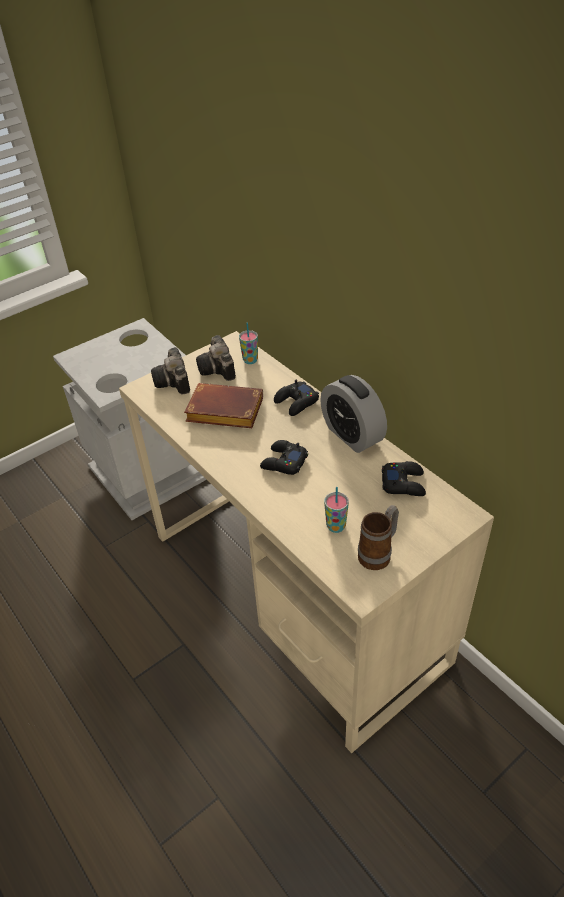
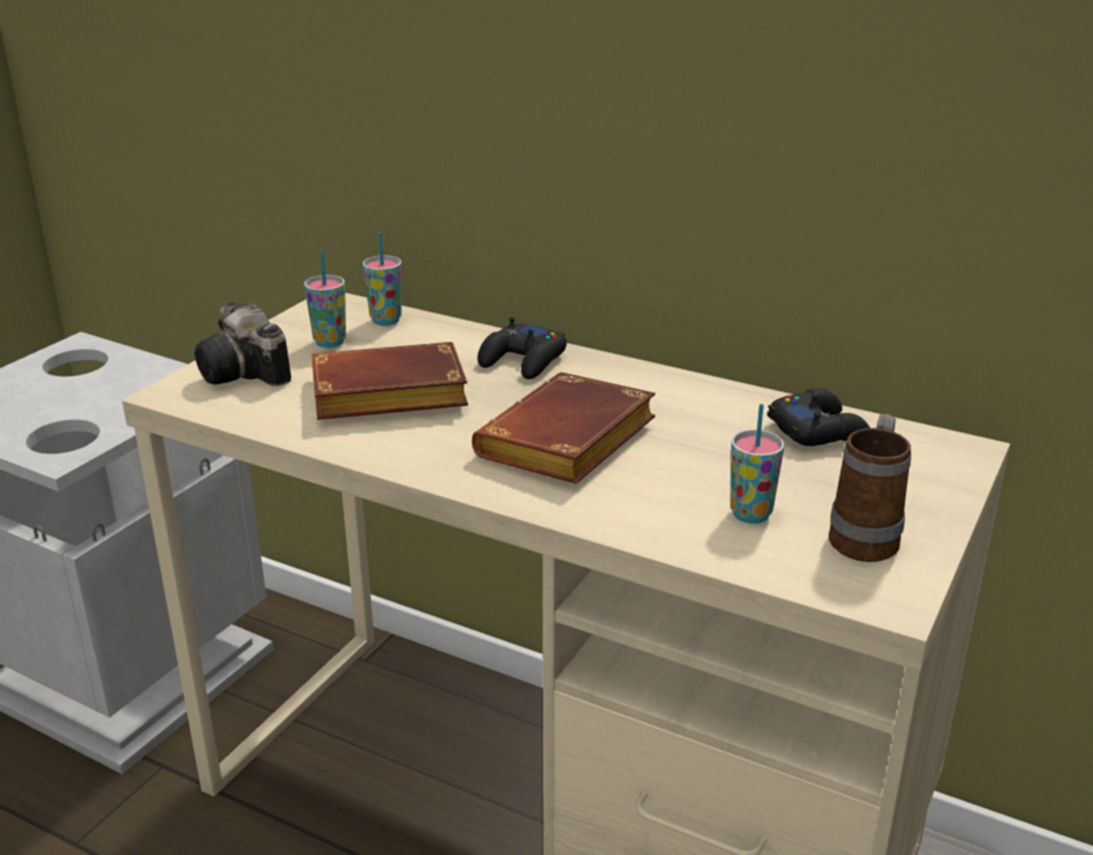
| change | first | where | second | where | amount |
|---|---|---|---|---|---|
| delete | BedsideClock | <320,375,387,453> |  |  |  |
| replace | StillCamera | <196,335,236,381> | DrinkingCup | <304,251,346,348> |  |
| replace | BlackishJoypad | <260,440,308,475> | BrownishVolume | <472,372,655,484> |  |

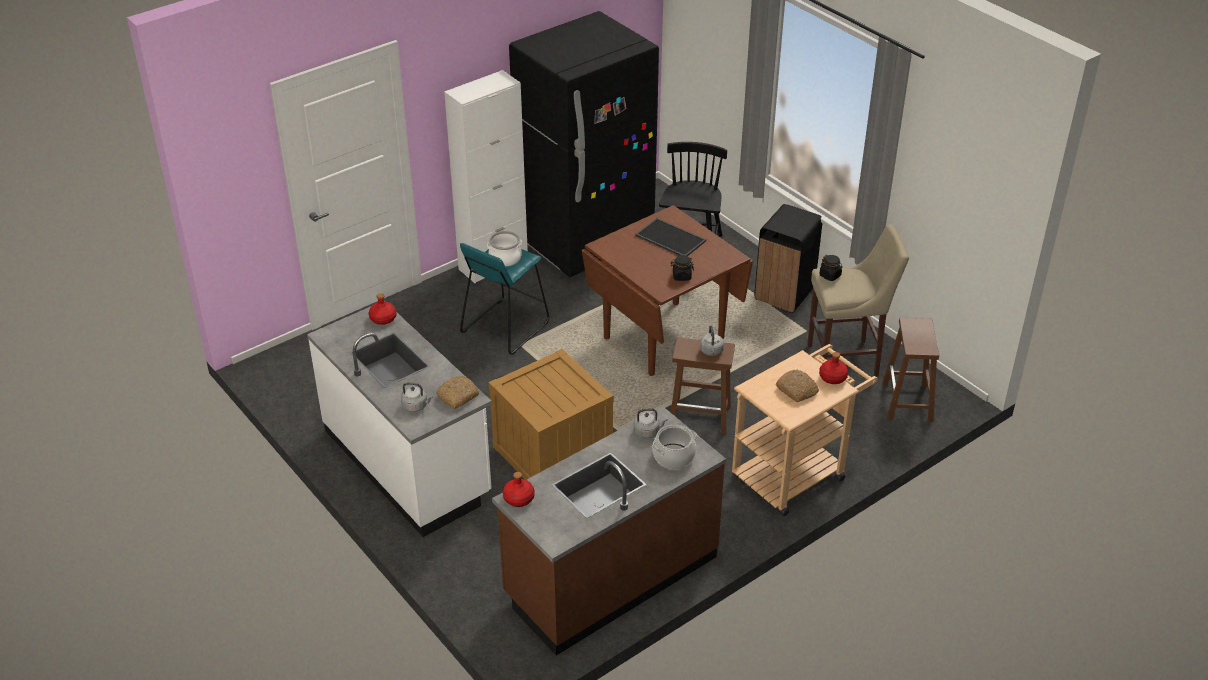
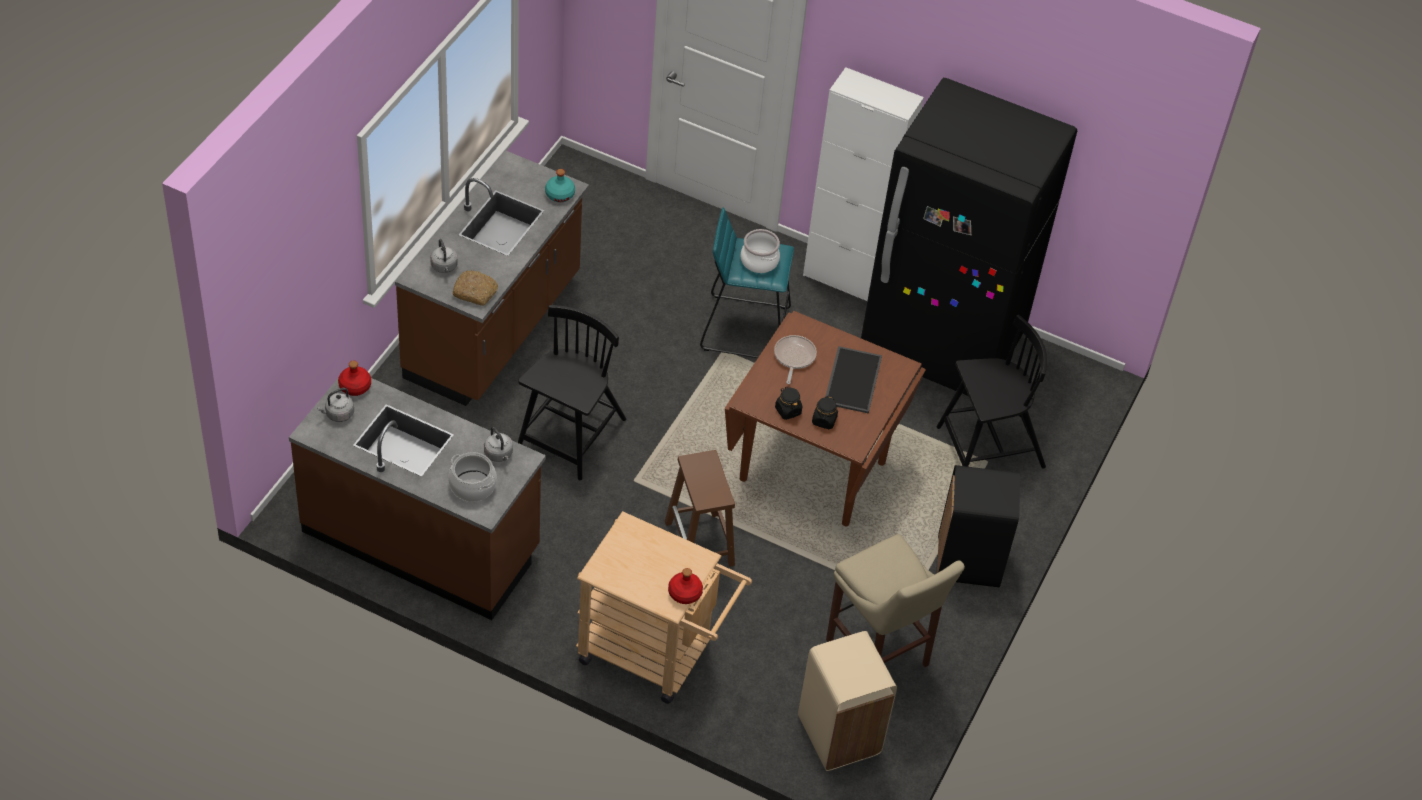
| change | first | where | second | where | amount |
|---|---|---|---|---|---|
| delete | BakeryBread | <776,370,819,402> |  |  |  |
| insert |  |  | FryingPan | <774,335,817,384> |  |
| move | GreyishKettle | <700,325,724,356> |  | <317,388,354,422> |  |
| move | BlackishPreserveJar | <819,255,842,281> |  | <812,396,838,429> |  |
| replace | ShippingCrate | <489,349,614,480> | BlackishChair | <518,305,626,480> |  |
| replace | BrownishStool | <882,318,939,421> | BeigeColouredTrashCan | <798,631,897,771> |  |
| recolor | WhitishKitchenCounter | <307,306,492,537> | BrownishKitchenCounter | <395,150,589,406> |  |
| recolor | ReddishDrinkBottle | <369,293,397,325> | TurquoiseColouredDrinkBottle | <545,169,575,202> |  |

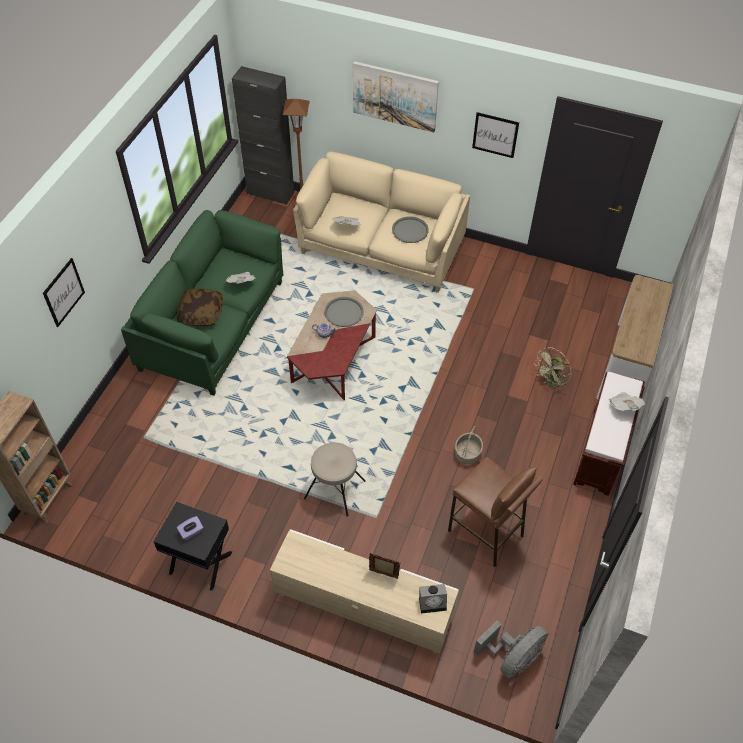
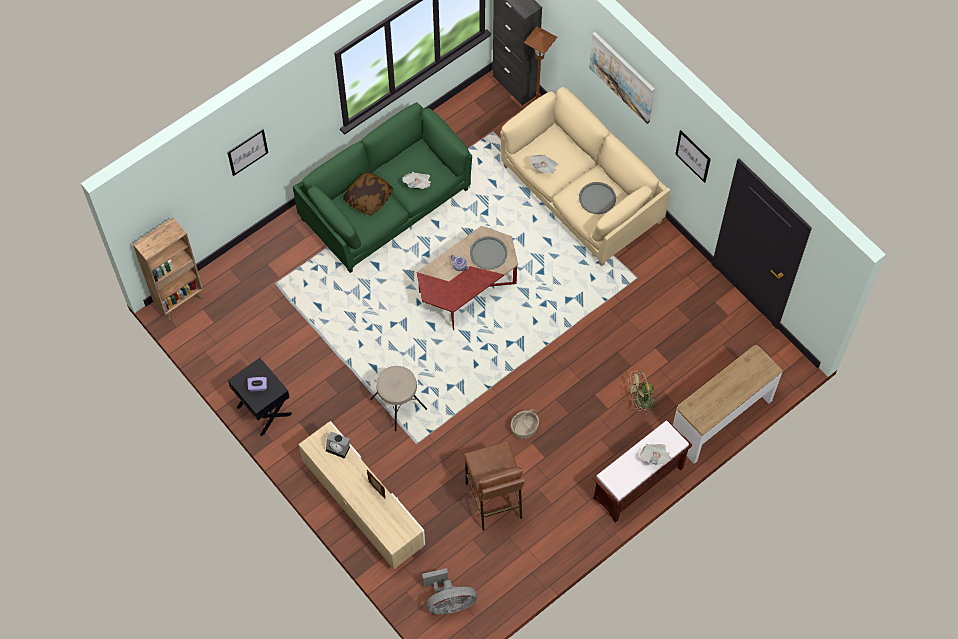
| change | first | where | second | where | amount |
|---|---|---|---|---|---|
| move | BedsideClock | <419,584,447,614> |  | <326,432,350,459> |  |

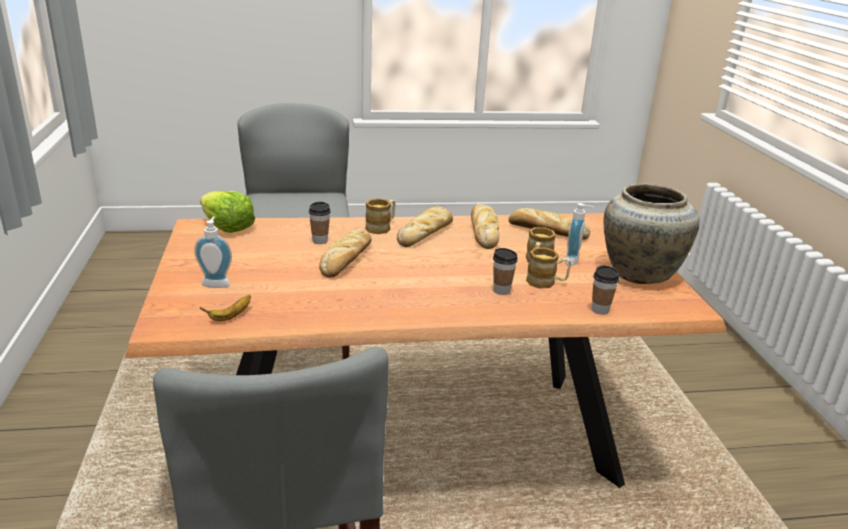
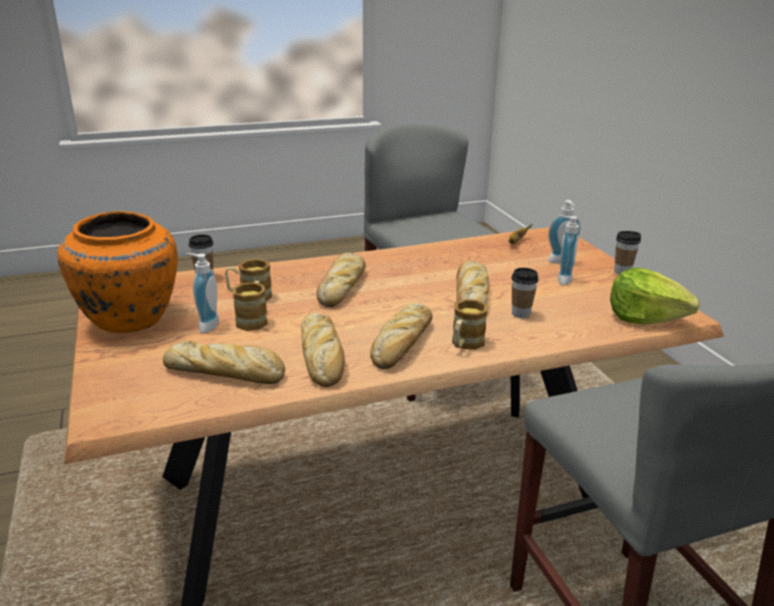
| change | first | where | second | where | amount |
|---|---|---|---|---|---|
| insert |  |  | BakeryBread | <316,253,366,307> |  |
| insert |  |  | LiquidSoapBottle | <558,216,579,285> |  |
| move | DrinkingCup | <493,248,518,295> |  | <614,231,641,274> |  |
| recolor | BeigeColouredFlowerVase | <603,184,700,284> | OrangeColouredFlowerVase | <57,211,178,333> |  |

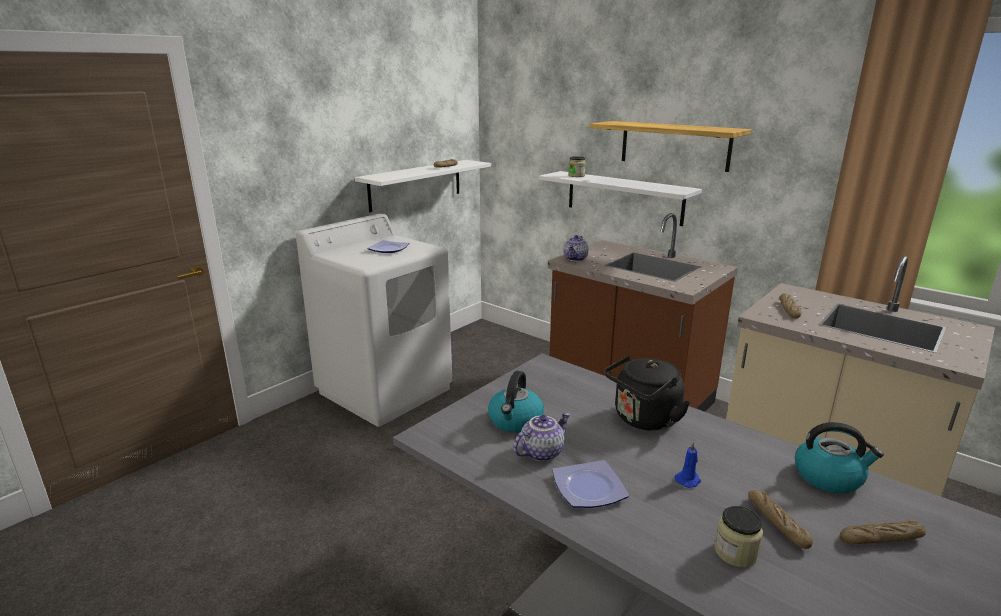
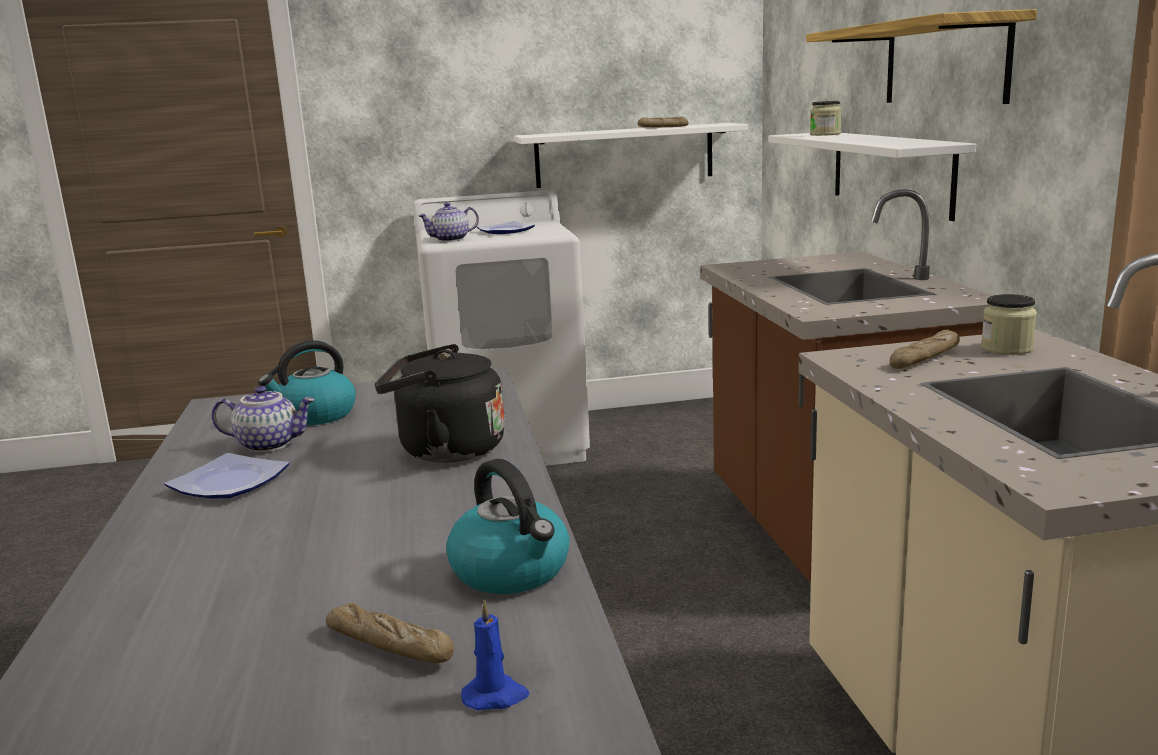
| change | first | where | second | where | amount |
|---|---|---|---|---|---|
| delete | BakeryBread | <748,490,813,549> |  |  |  |
| move | TeaPot | <564,235,589,262> |  | <418,202,479,242> |  |
| move | BlueColouredWaxLight | <675,442,701,488> |  | <461,599,529,711> |  |
| move | PreserveJar | <715,506,763,567> |  | <981,294,1037,355> |  |

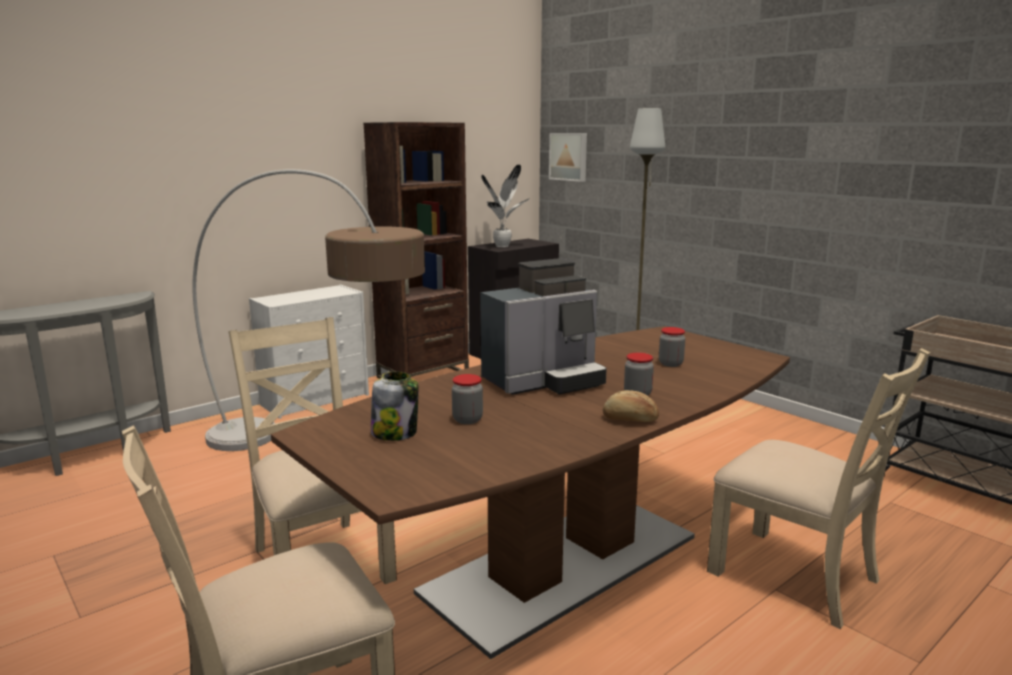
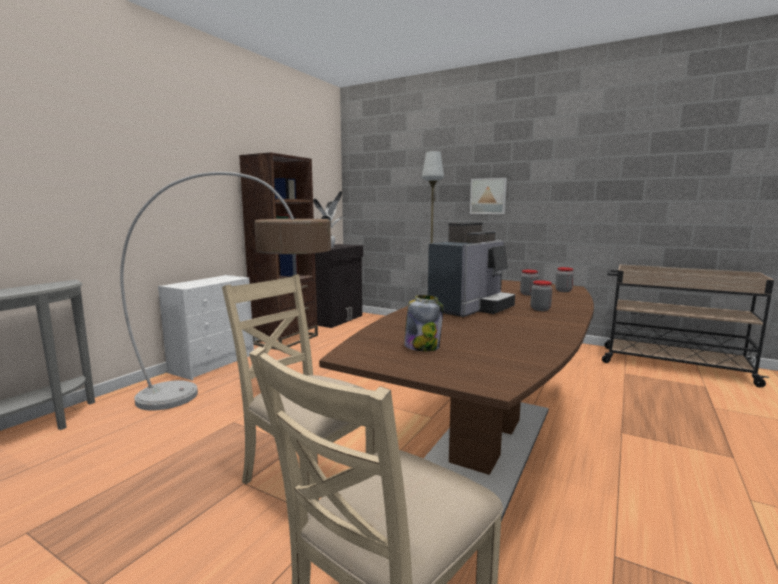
| change | first | where | second | where | amount |
|---|---|---|---|---|---|
| delete | BakeryBread | <603,390,659,422> |  |  |  |
| delete | BeigeColouredChair | <707,348,930,629> |  |  |  |
| move | PreserveJar | <452,374,483,424> |  | <555,267,574,292> |  |
| move | WallArt | <549,133,587,182> |  | <470,178,507,214> |  |

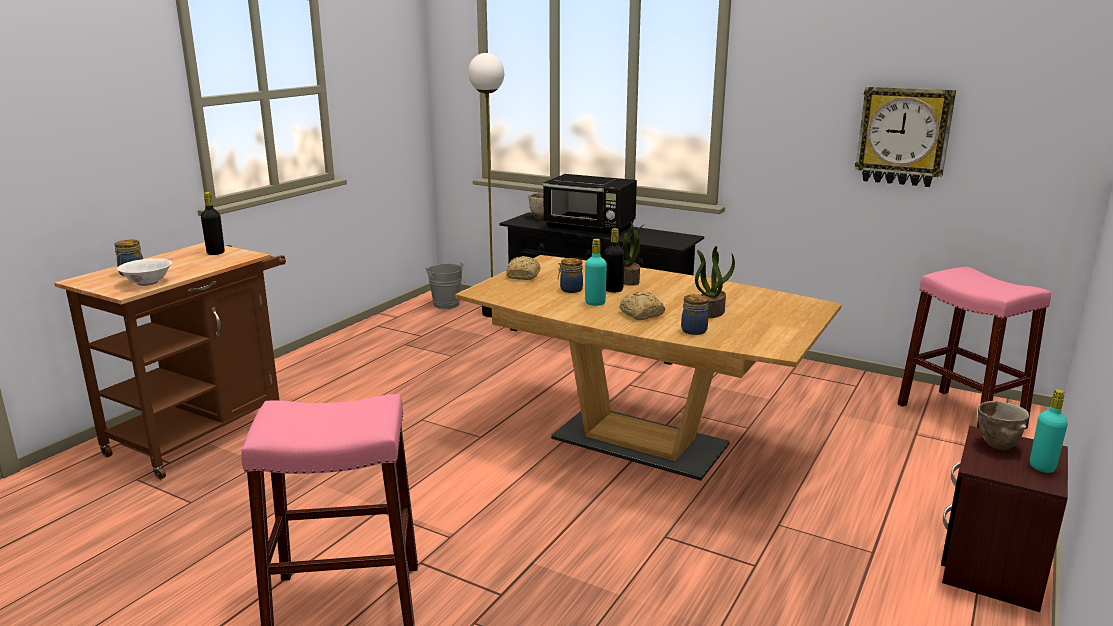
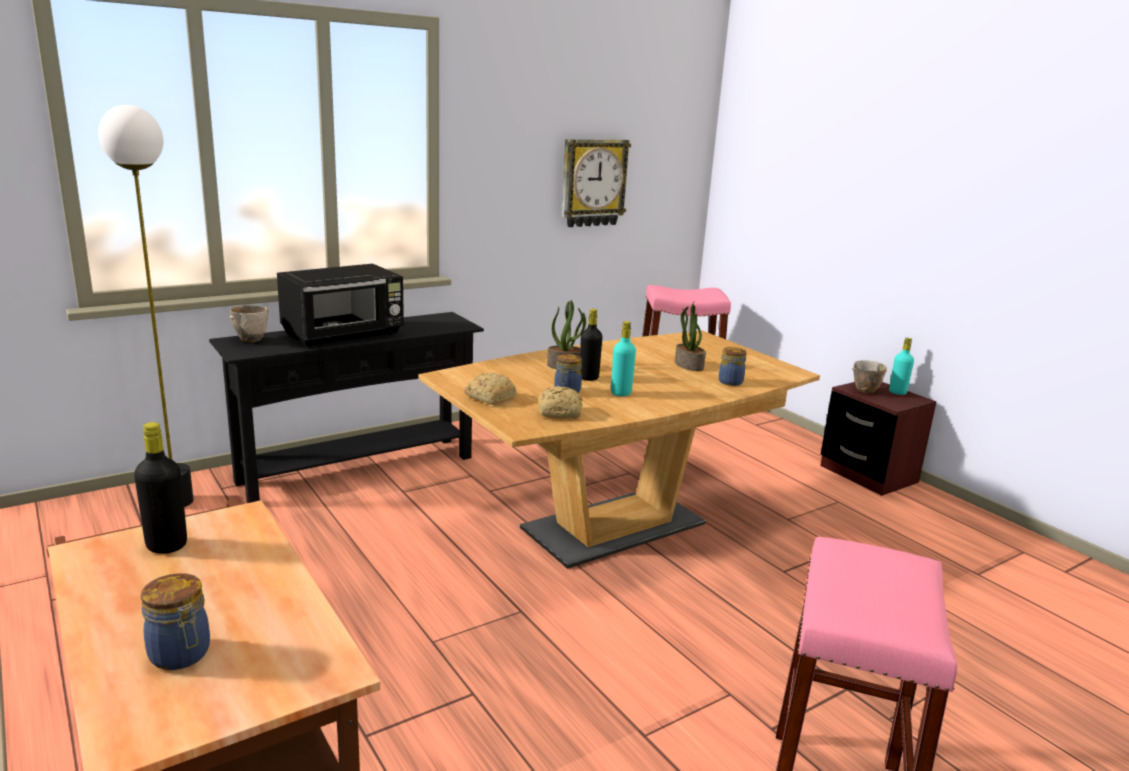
| change | first | where | second | where | amount |
|---|---|---|---|---|---|
| delete | WhitishDeepDish | <117,258,172,286> |  |  |  |
| delete | GreyishPail | <426,262,466,309> |  |  |  |
| move | BakeryBread | <620,292,665,320> |  | <538,386,583,419> |  |

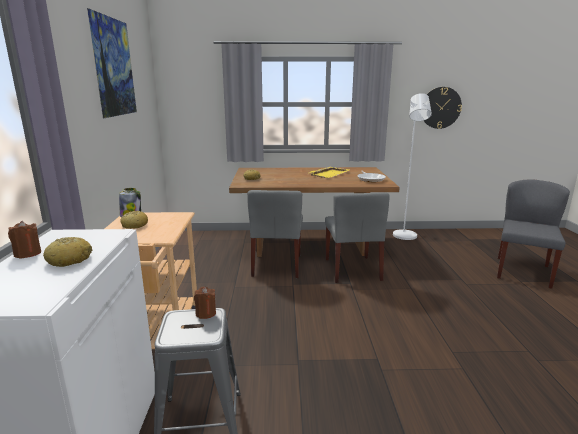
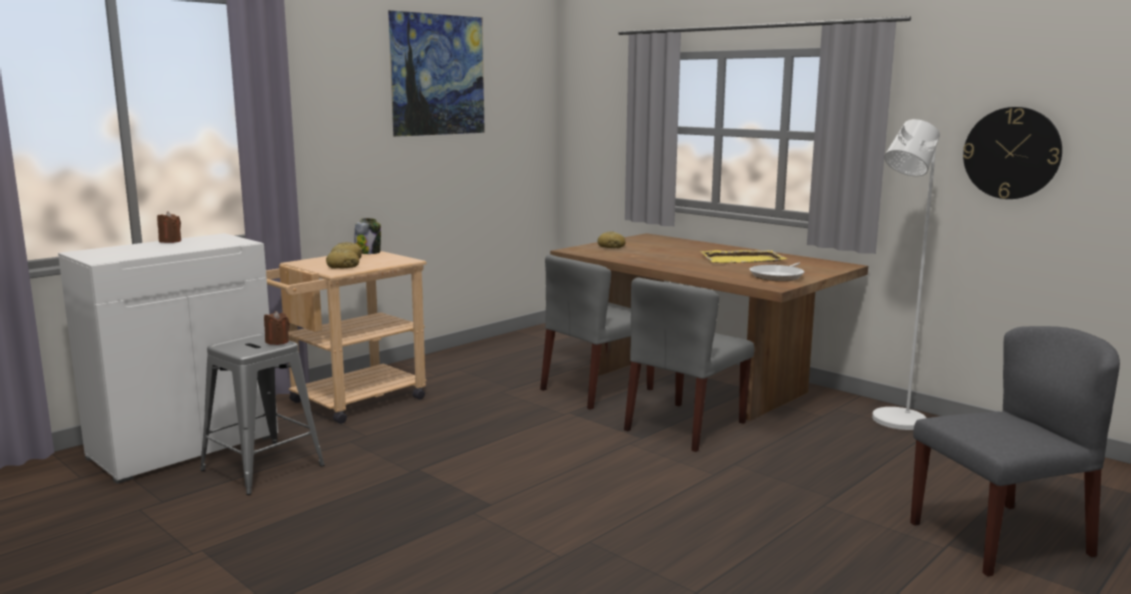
| change | first | where | second | where | amount |
|---|---|---|---|---|---|
| move | BakeryBread | <43,237,92,267> |  | <326,249,359,269> |  |

